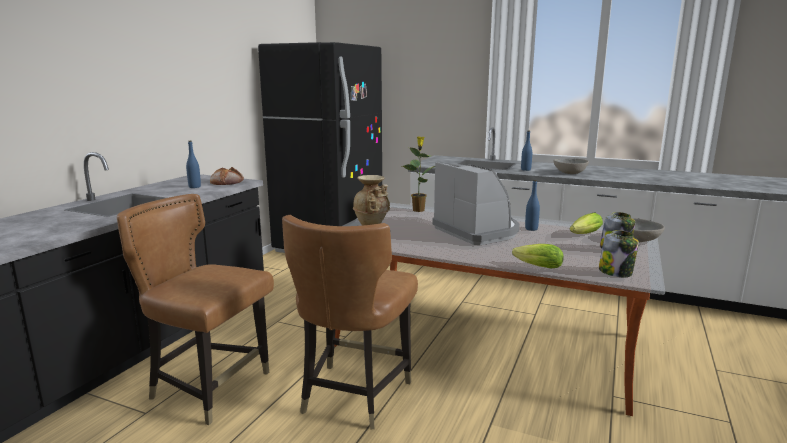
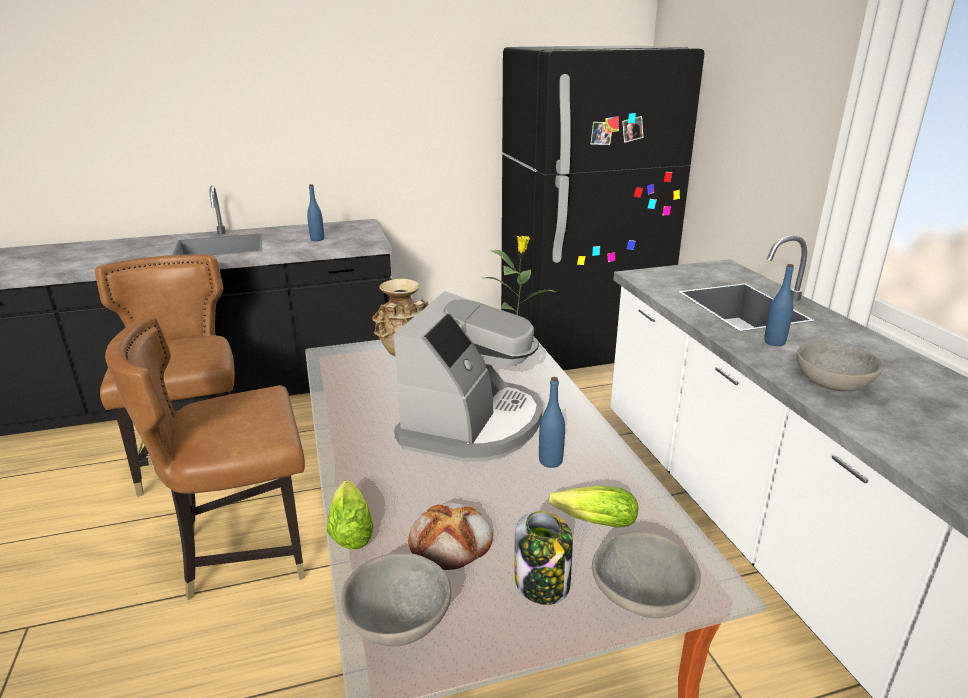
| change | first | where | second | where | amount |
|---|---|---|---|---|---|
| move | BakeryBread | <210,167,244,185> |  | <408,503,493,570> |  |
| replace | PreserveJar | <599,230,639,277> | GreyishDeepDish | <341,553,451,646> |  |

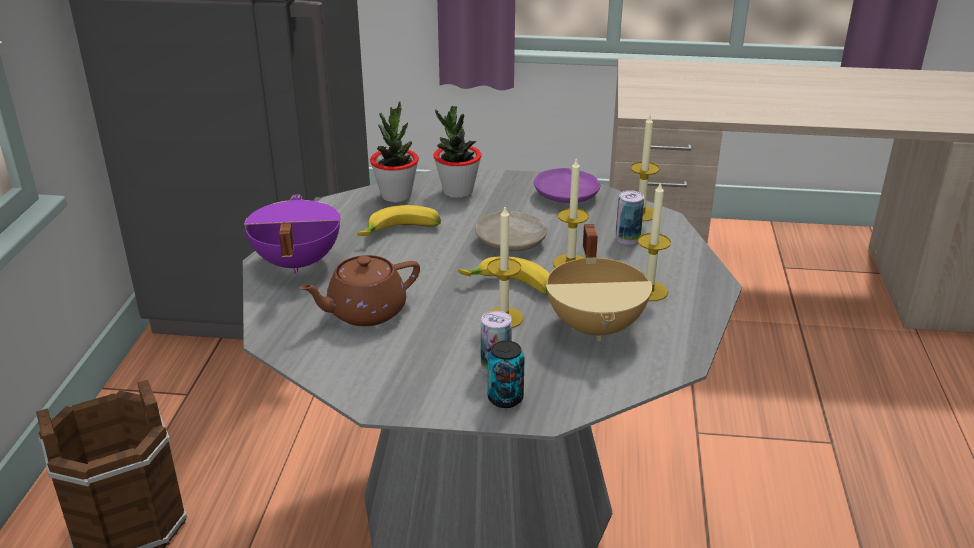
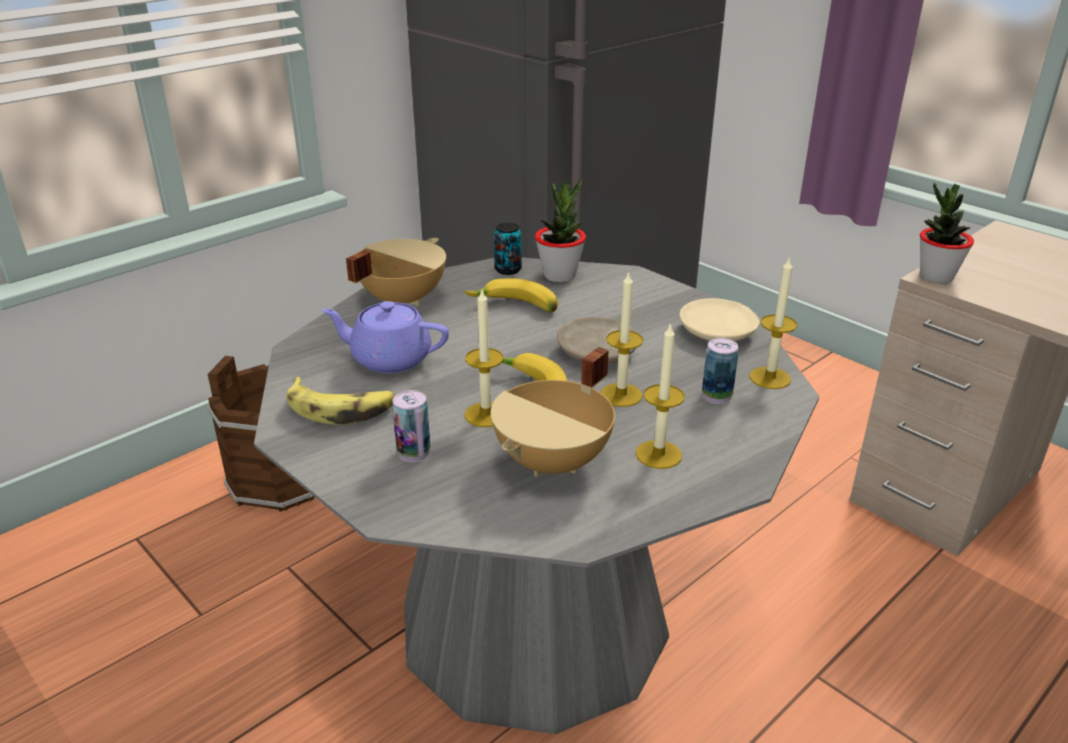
| change | first | where | second | where | amount |
|---|---|---|---|---|---|
| insert |  |  | BananaFruit | <286,377,395,425> |  |
| move | PlantInAPot | <434,106,482,198> |  | <920,183,974,283> |  |
| move | Can | <488,340,525,408> |  | <494,223,522,275> |  |
| recolor | PurpleColouredCookingPot | <244,194,341,274> | BeigeColouredCookingPot | <346,238,446,306> |  |
| recolor | BrownishTeaPot | <299,255,420,326> | PurpleColouredTeaPot | <322,301,449,373> |  |
| recolor | PurpleColouredPlate | <534,168,601,203> | BeigeColouredPlate | <679,298,759,341> |  |

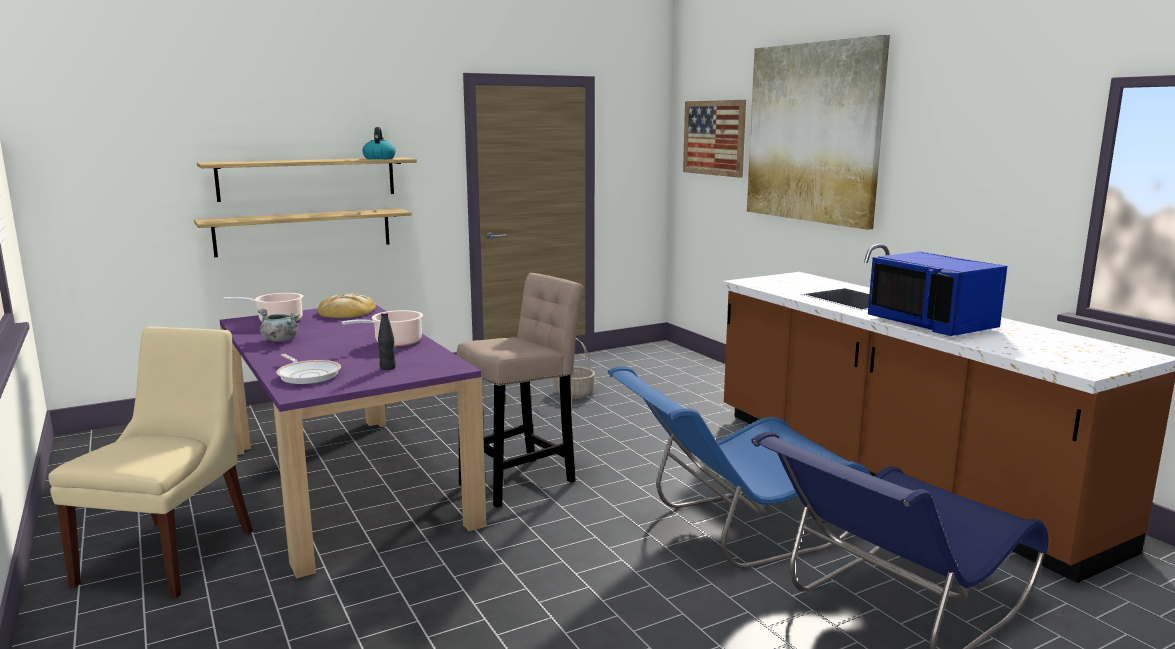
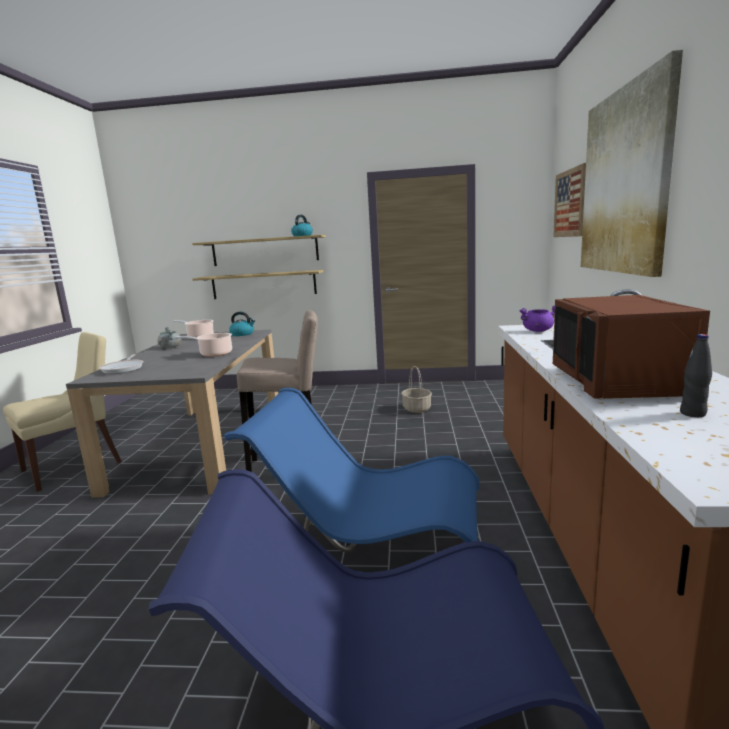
| change | first | where | second | where | amount |
|---|---|---|---|---|---|
| insert |  |  | PurpleColouredCookingPot | <519,305,555,332> |  |
| move | BlackishDrinkBottle | <378,313,396,370> |  | <680,334,712,417> |  |
| replace | BakeryBread | <318,294,376,318> | Kettle | <229,312,255,336> |  |
| recolor | PurpleColouredDinnerTable | <220,304,486,579> | GreyishDinnerTable | <66,330,278,498> |  |
| recolor | BlueColouredMicrowaveOven | <868,251,1007,336> | BrownishMicrowaveOven | <553,295,710,399> |  |

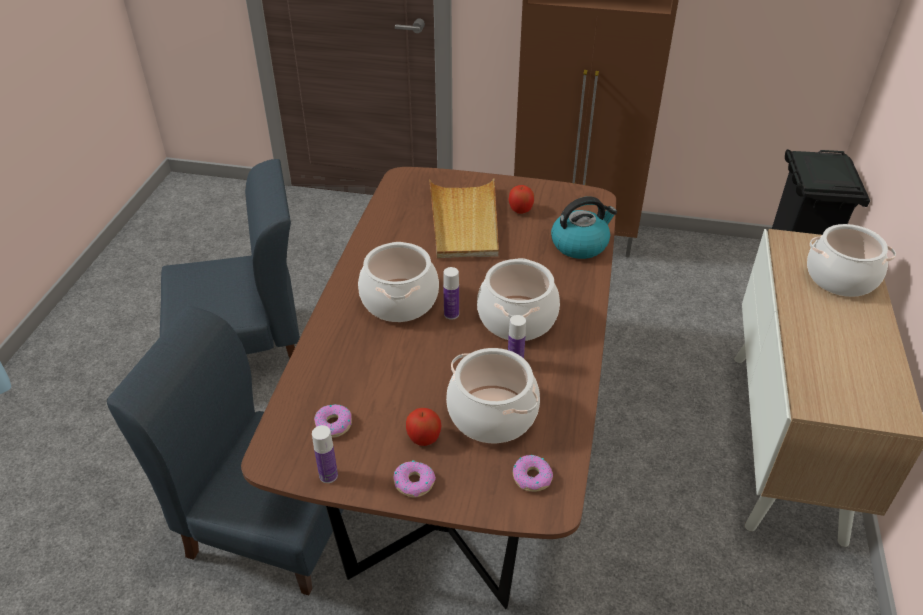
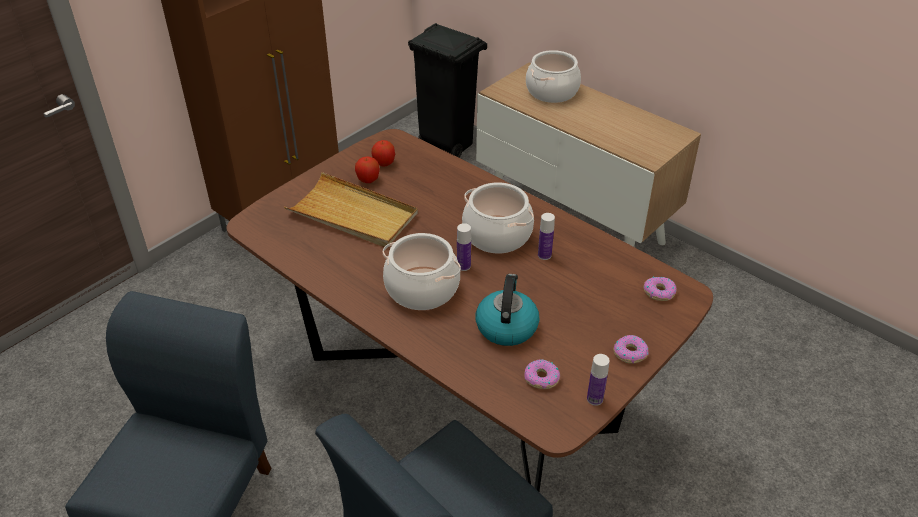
| change | first | where | second | where | amount |
|---|---|---|---|---|---|
| delete | CookingPot | <446,348,540,443> |  |  |  |
| move | AppleFruit | <406,408,441,446> |  | <372,140,395,167> |  |
| move | Kettle | <551,196,617,259> |  | <476,274,539,346> |  |

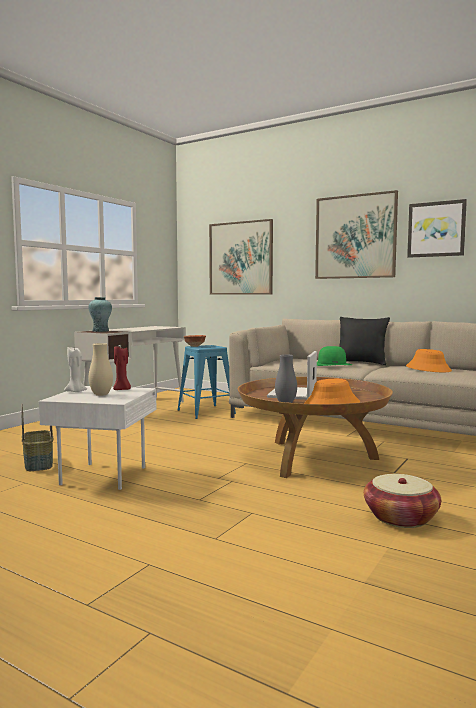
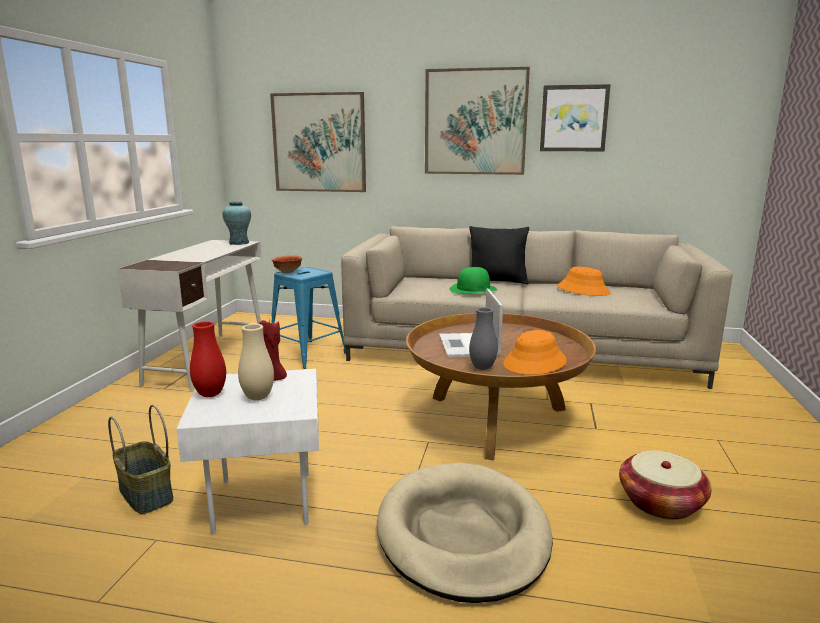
| change | first | where | second | where | amount |
|---|---|---|---|---|---|
| insert |  |  | BeigeColouredPetBed | <377,463,553,603> |  |
| move | TurquoiseColouredFlowerVase | <88,297,112,332> |  | <222,202,251,245> |  |
| replace | WhitishWaxLight | <64,346,87,392> | ReddishFlowerVase | <190,322,226,397> |  |

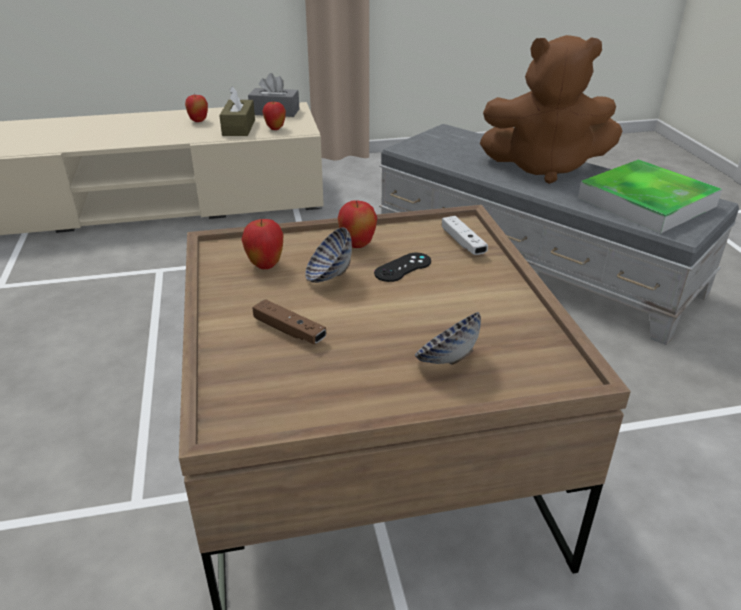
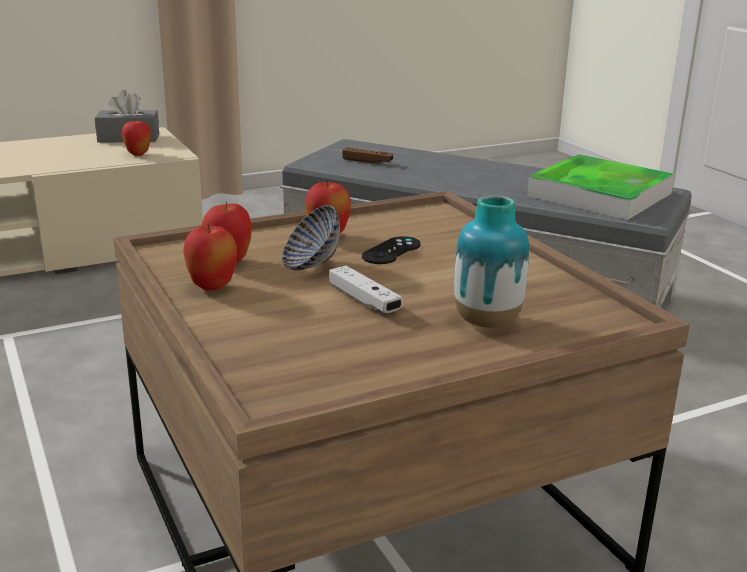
| change | first | where | second | where | amount |
|---|---|---|---|---|---|
| delete | BrownishTissueBox | <219,86,255,136> |  |  |  |
| delete | BrownishCuddlyToy | <480,35,623,184> |  |  |  |
| move | AppleFruit | <185,95,208,122> |  | <183,224,237,290> |  |
| move | BrownishJoypad | <253,299,327,344> |  | <342,147,394,164> |  |
| move | WhitishJoypad | <442,216,488,255> |  | <329,266,402,313> |  |
| replace | DeepDish | <415,312,481,365> | FlowerVase | <454,195,529,328> |  |

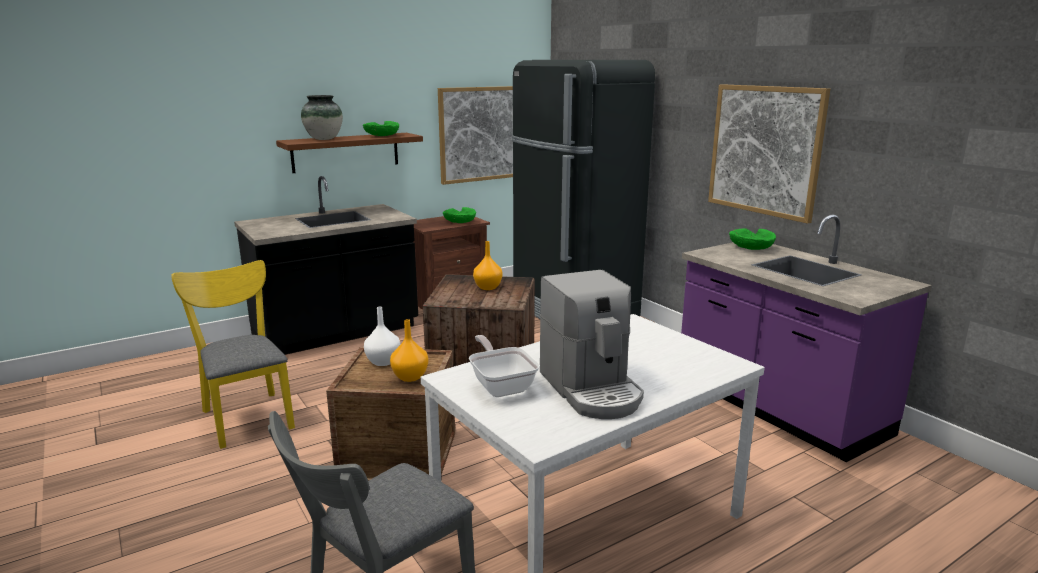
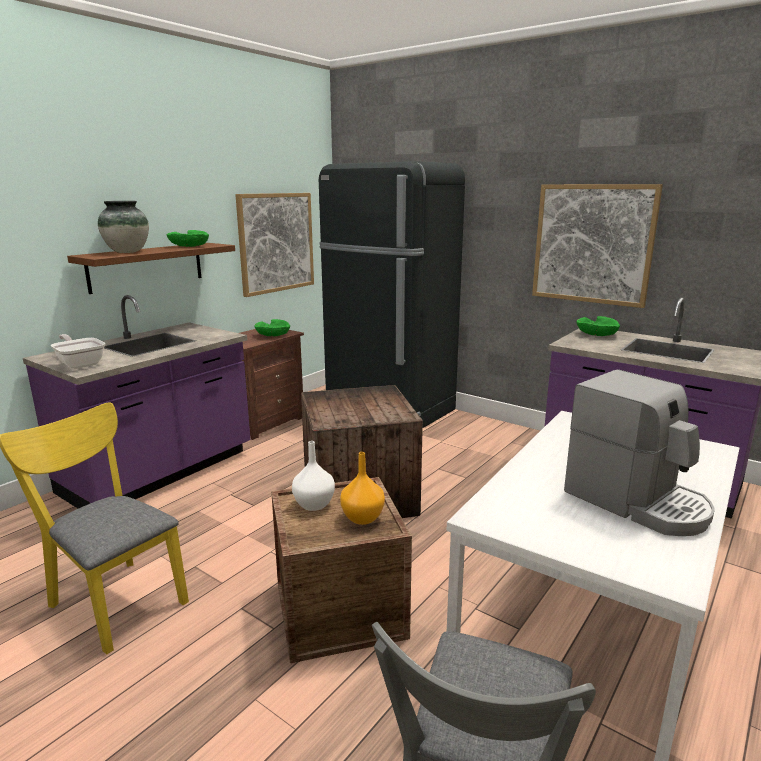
| change | first | where | second | where | amount |
|---|---|---|---|---|---|
| delete | OrangeColouredFlowerVase | <473,241,503,290> |  |  |  |
| move | FryingPan | <469,335,540,397> |  | <51,334,105,369> |  |
| recolor | BlackishKitchenCounter | <234,176,418,355> | PurpleColouredKitchenCounter | <23,295,250,509> |  |

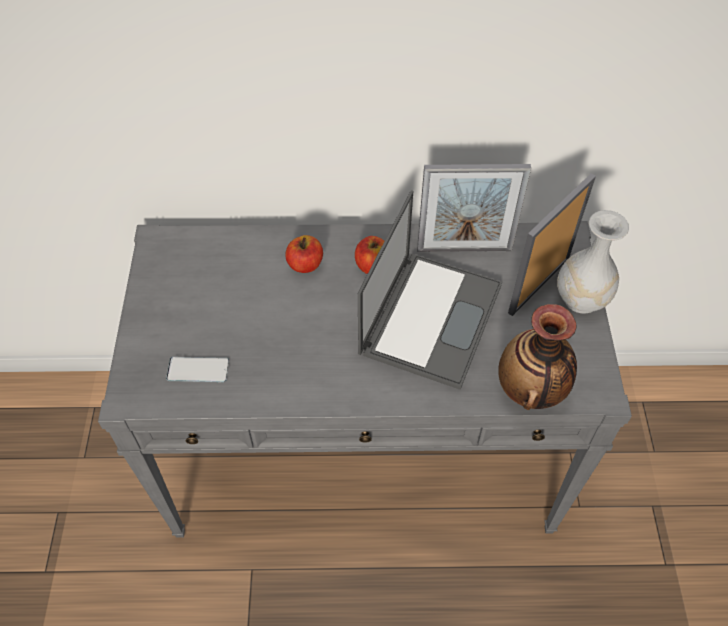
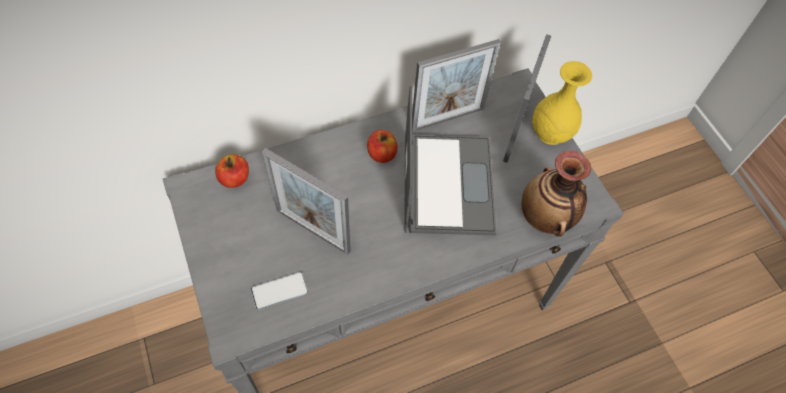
| change | first | where | second | where | amount |
|---|---|---|---|---|---|
| insert |  |  | PhotoFrame | <262,148,351,255> |  |
| move | AppleFruit | <285,235,323,273> |  | <215,154,249,188> |  |
| recolor | WhitishFlowerVase | <557,210,629,314> | YellowColouredFlowerVase | <532,61,592,145> |  |

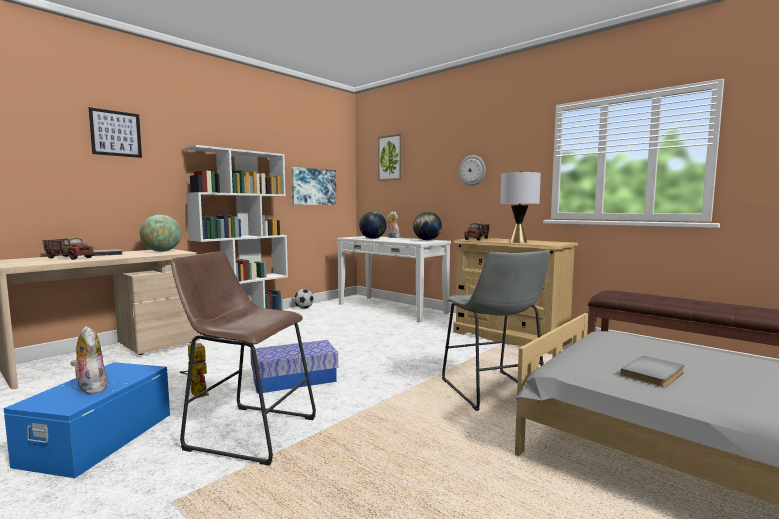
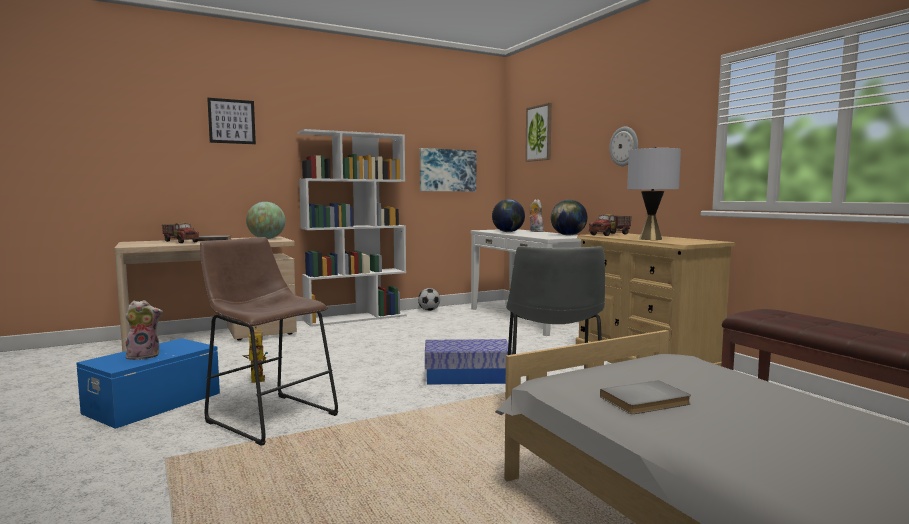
| change | first | where | second | where | amount |
|---|---|---|---|---|---|
| move | StorageContainer | <250,340,338,394> |  | <425,339,512,385> |  |
| rotate | CuddlyToy | <70,326,108,394> |  | <125,300,163,360> | 90 degrees clockwise |

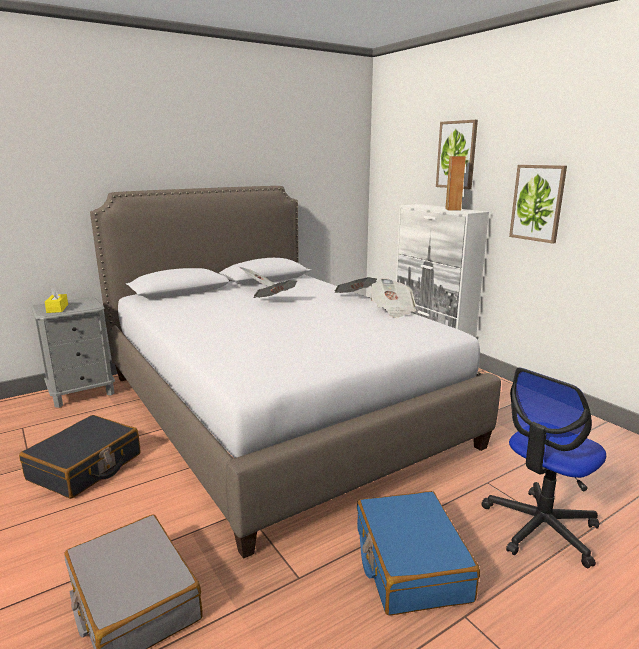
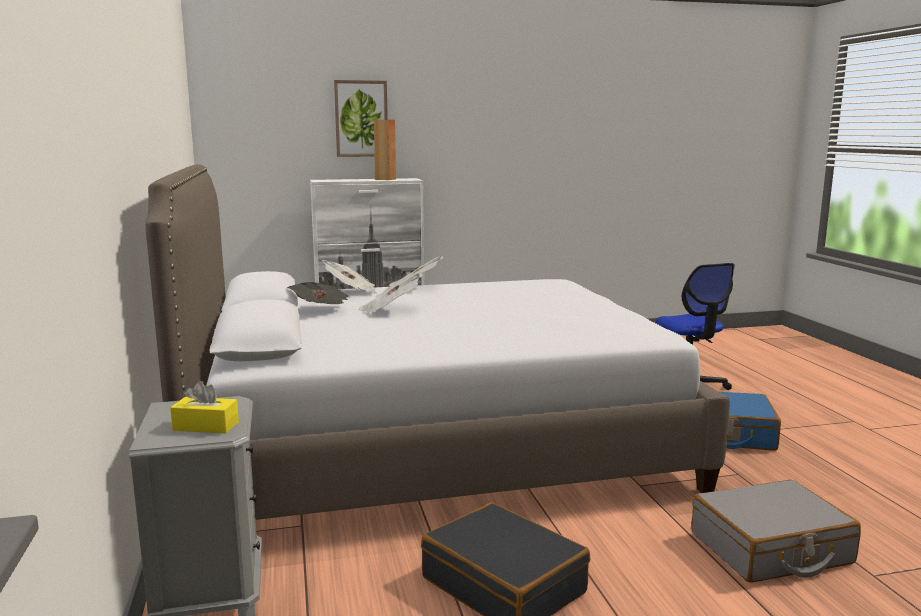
| change | first | where | second | where | amount |
|---|---|---|---|---|---|
| delete | WallArt | <509,165,567,244> |  |  |  |
| move | DailyPaper | <370,278,416,318> |  | <322,260,377,294> |  |

